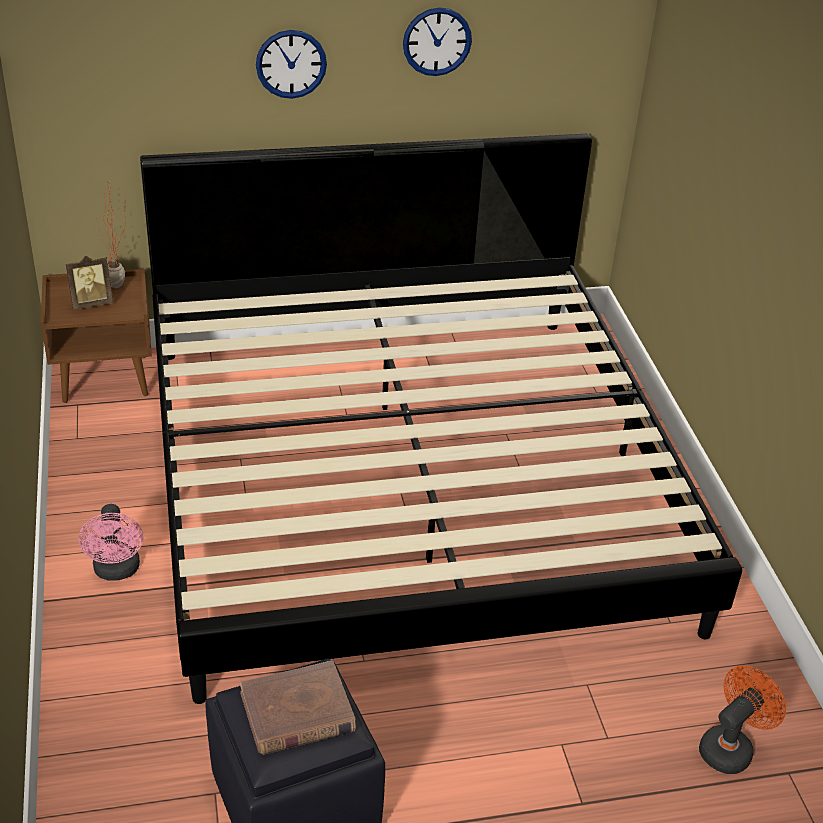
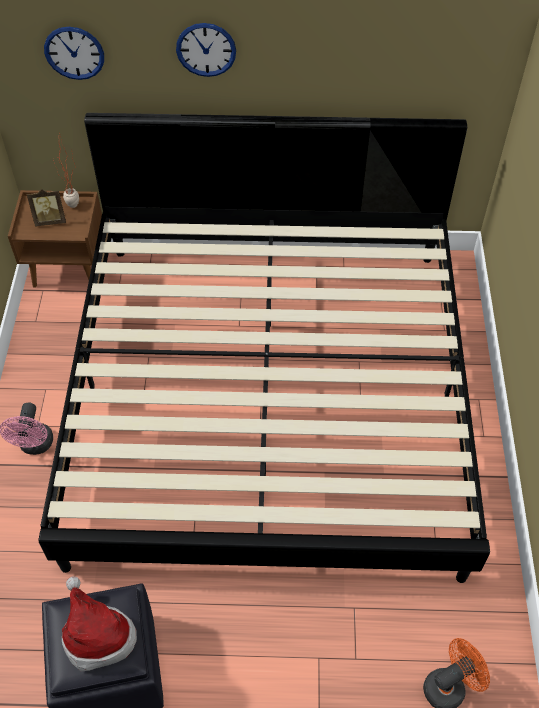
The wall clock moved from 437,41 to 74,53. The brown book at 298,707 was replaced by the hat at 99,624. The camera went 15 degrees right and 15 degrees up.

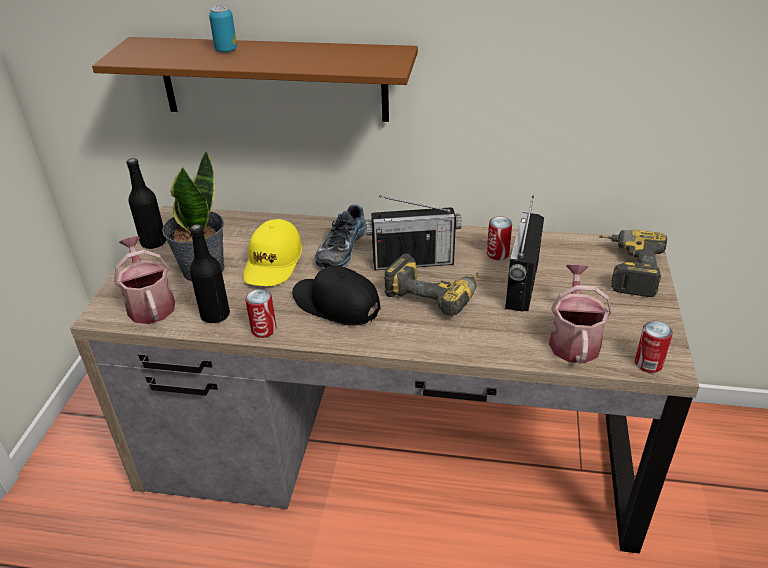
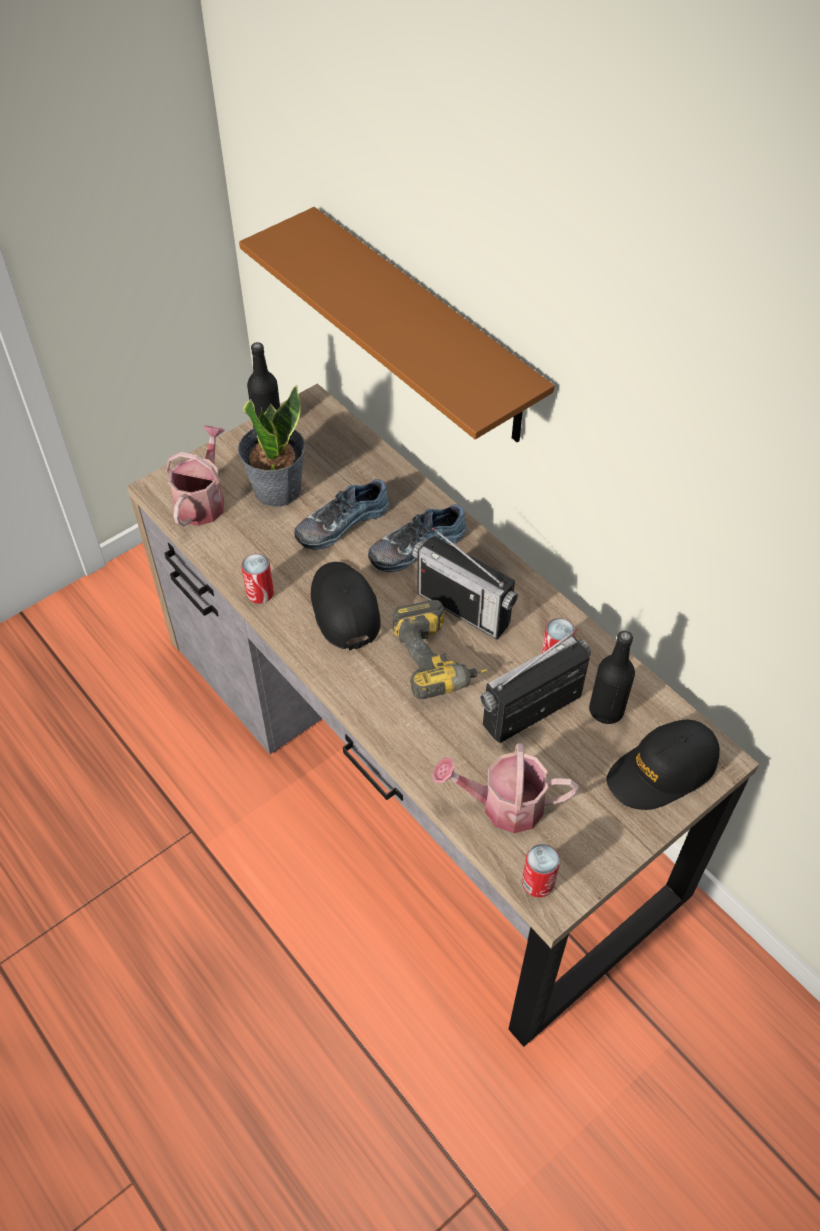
The can at 223,29 disappeared. The black bottle moved from 210,273 to 612,677. The yellow cap at 272,252 was replaced by the shoe at 341,514. The power drill at 632,263 was replaced by the black cap at 663,765. The watering can at 580,314 turned 135 degrees counterclockwise. The camera went 40 degrees right and 15 degrees up.

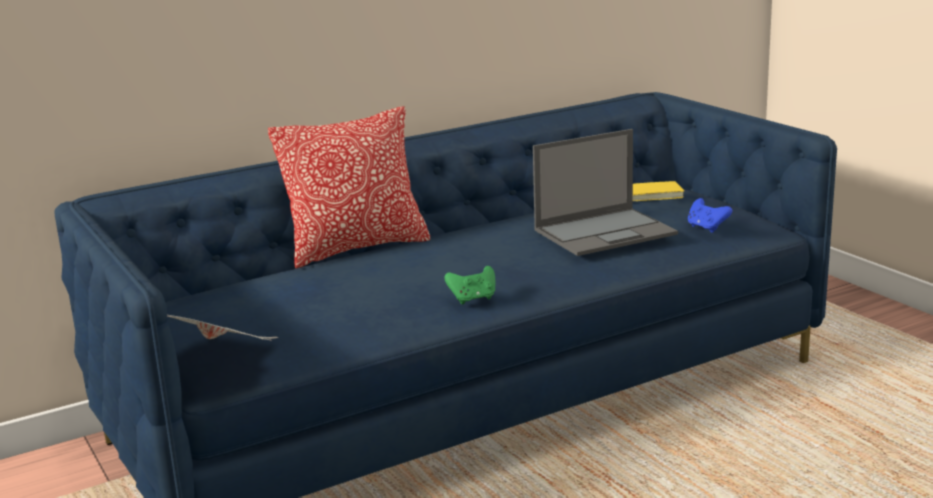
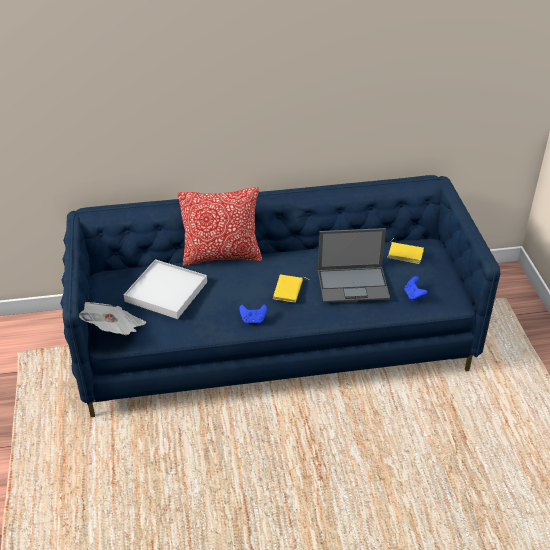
The white tray at 165,289 appeared. The yellow book at 291,289 appeared. The green game controller at 469,285 became the blue game controller at 253,313. The camera went 20 degrees right and 20 degrees up.

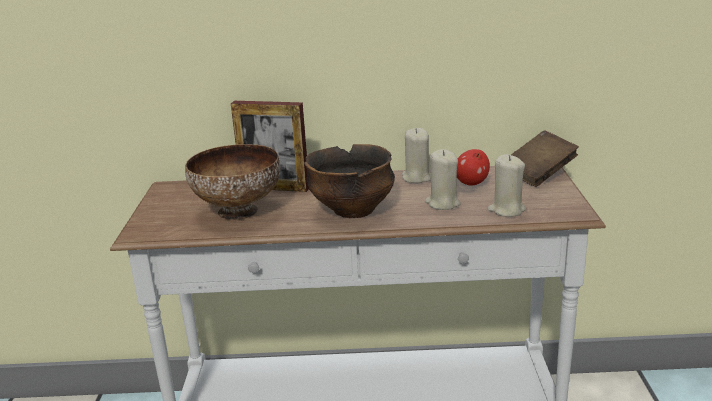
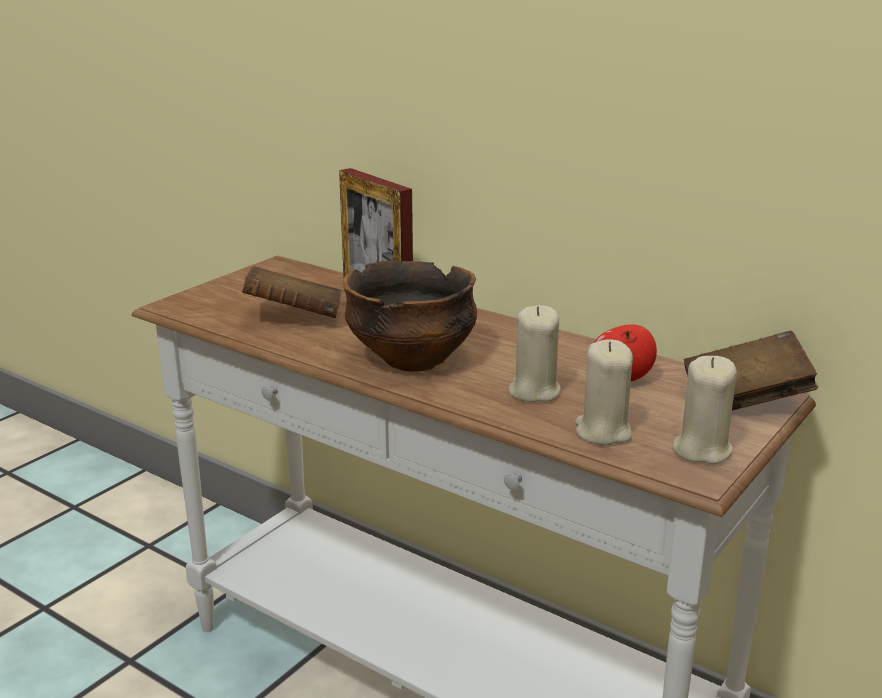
The beige candle moved from 416,155 to 705,410. The bowl at 232,182 was replaced by the brown book at 291,292. The camera went 35 degrees right and 0 degrees up.

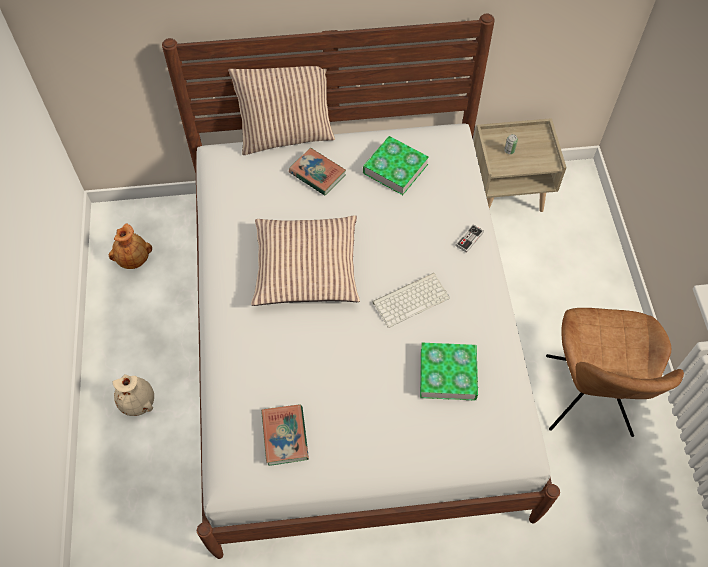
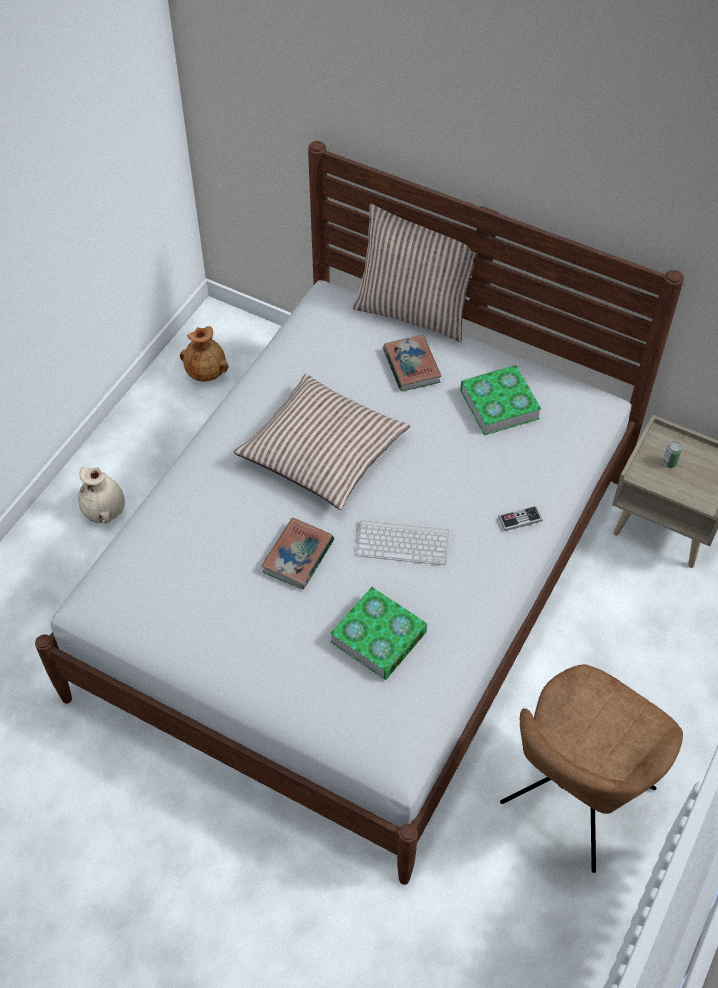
The book moved from 285,435 to 297,553. The camera went 35 degrees right and 5 degrees down.

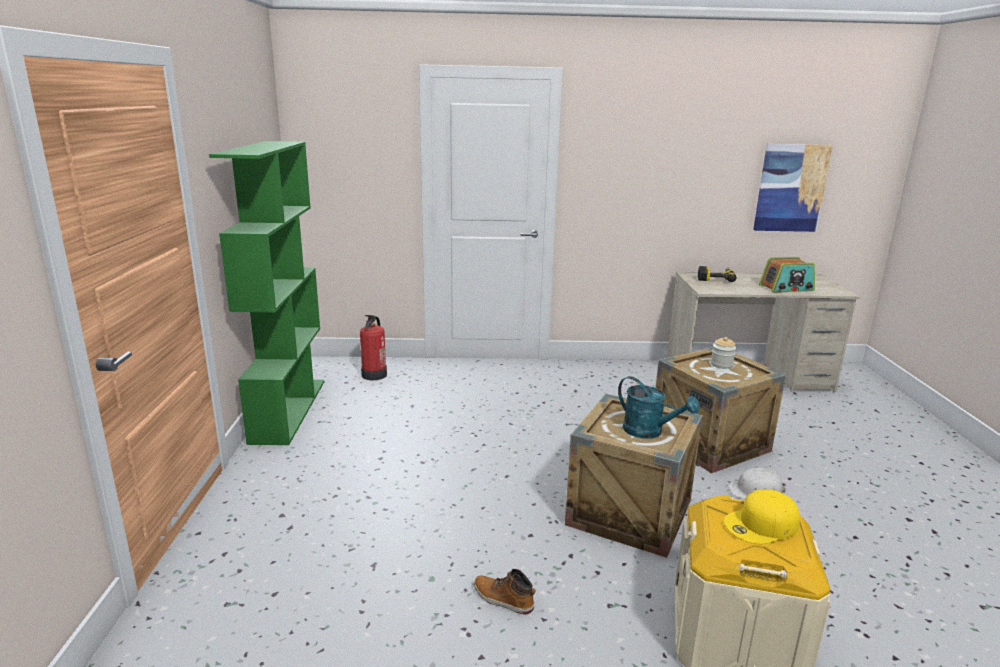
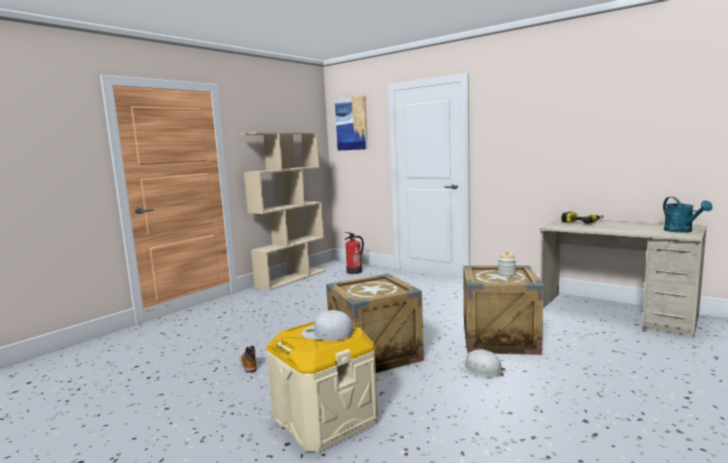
The radio at 787,275 disappeared. The turquoise watering can moved from 659,407 to 687,215. The picture moved from 793,188 to 351,123. The green bookcase at 266,293 became the beige bookcase at 283,211. The yellow cap at 762,516 became the white cap at 327,325. The camera went 40 degrees right and 10 degrees down.

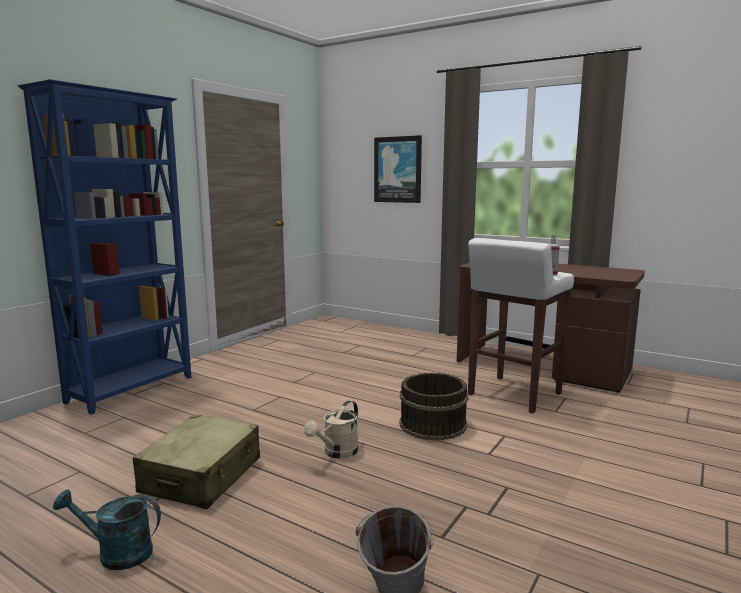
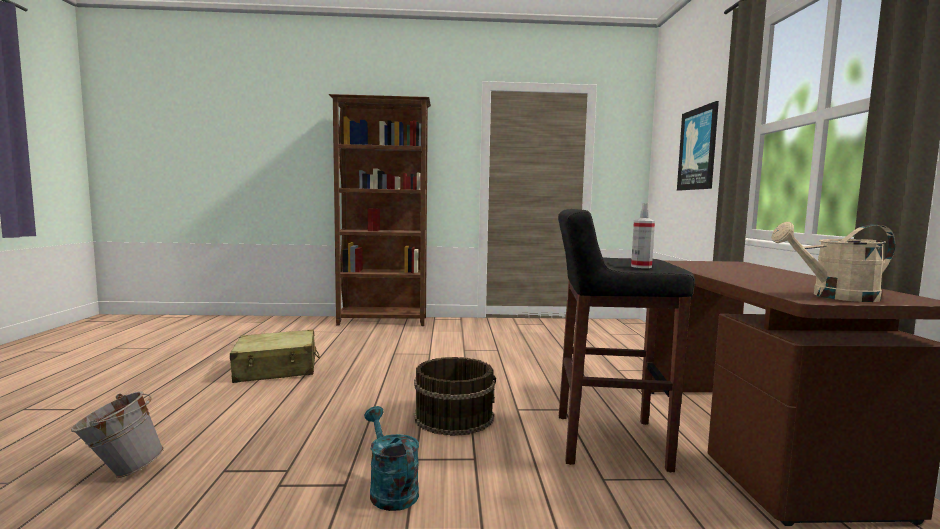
The turquoise watering can moved from 107,529 to 391,458. The beige watering can moved from 331,429 to 833,262. The blue bookcase at 104,247 became the brown bookcase at 380,210. The white stool at 521,325 became the black stool at 626,340. The camera went 55 degrees right and 5 degrees down.

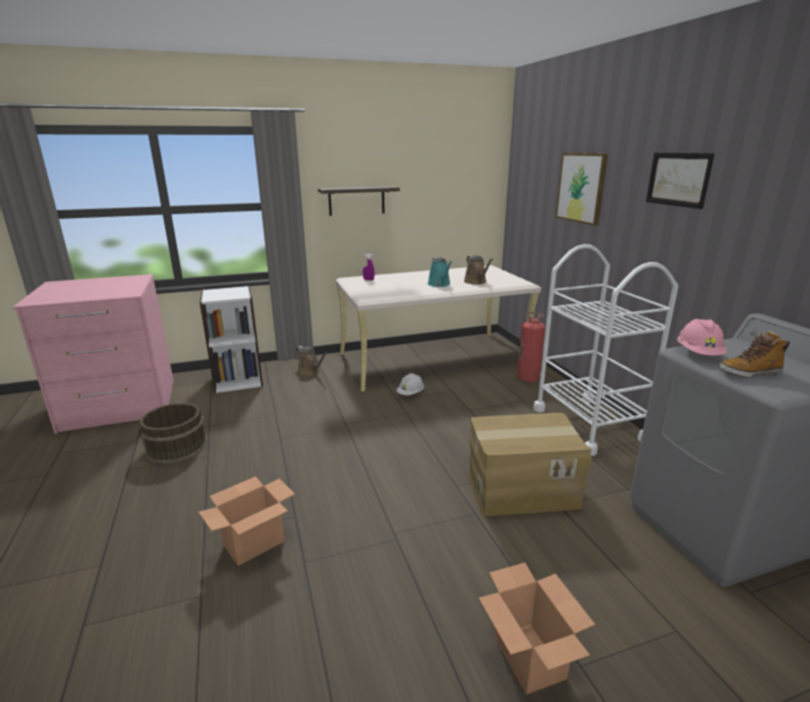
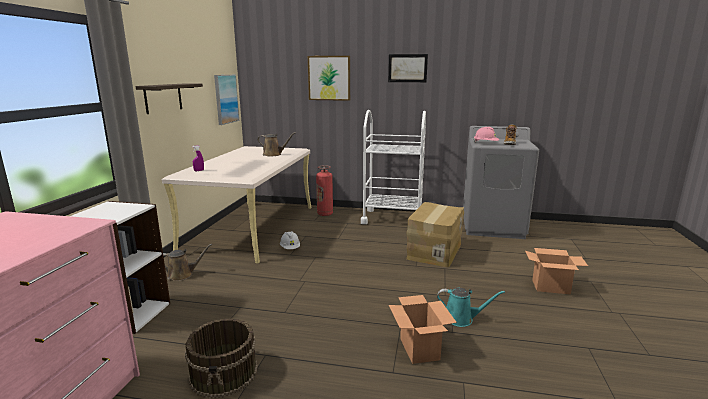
The picture at 226,100 appeared. The turquoise watering can moved from 440,272 to 471,307. The camera went 60 degrees left and 5 degrees down.

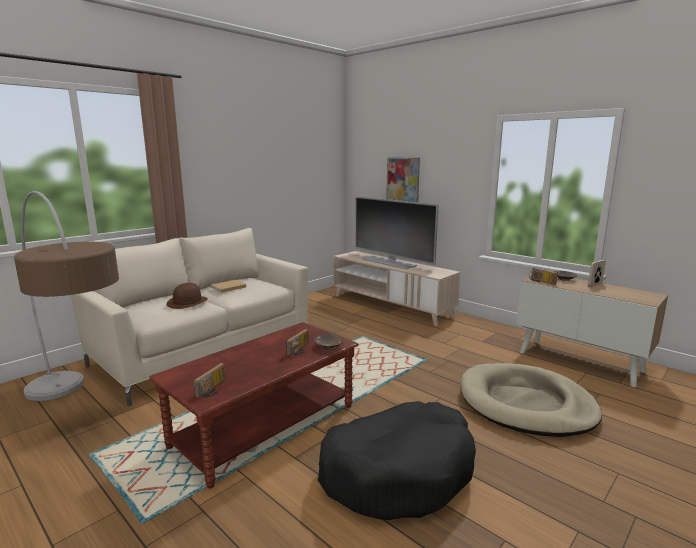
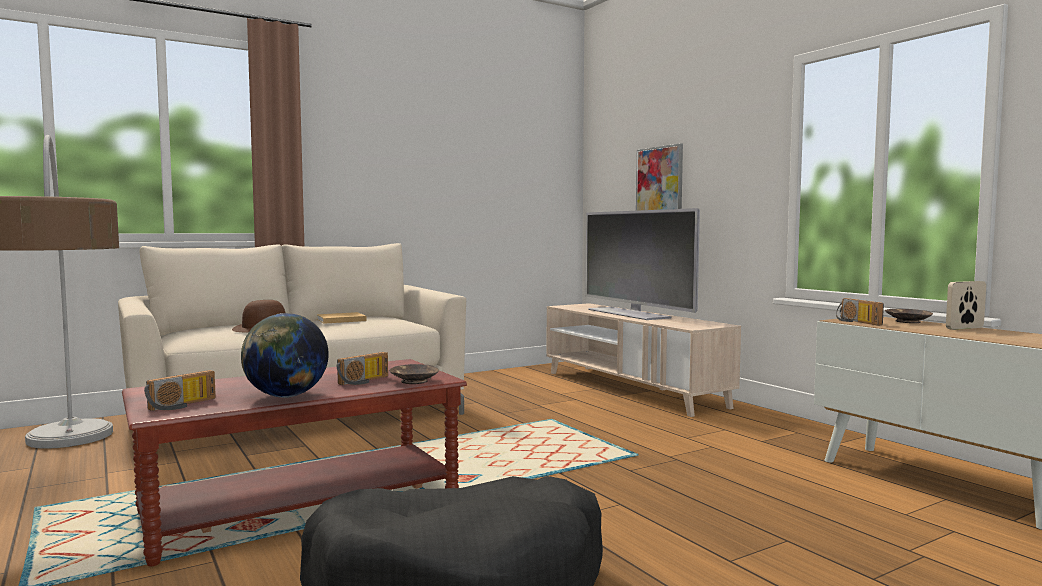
The beige dog bed at 531,400 disappeared. The globe at 285,355 appeared. The camera went 15 degrees right and 10 degrees down.

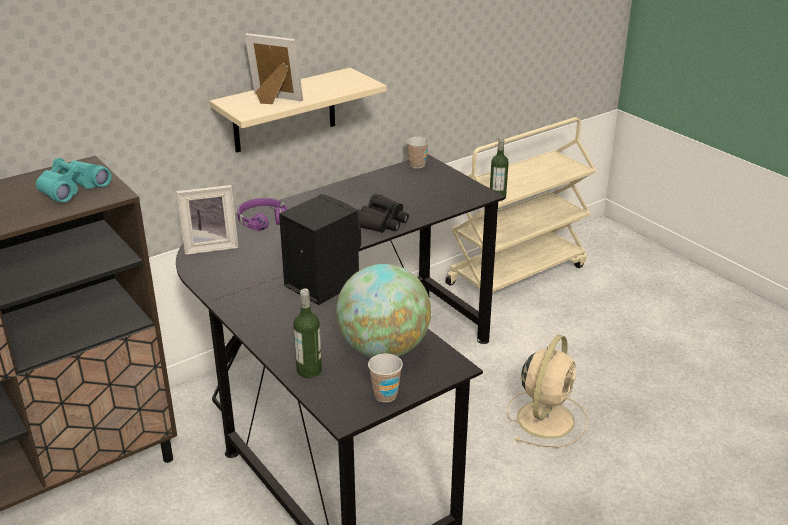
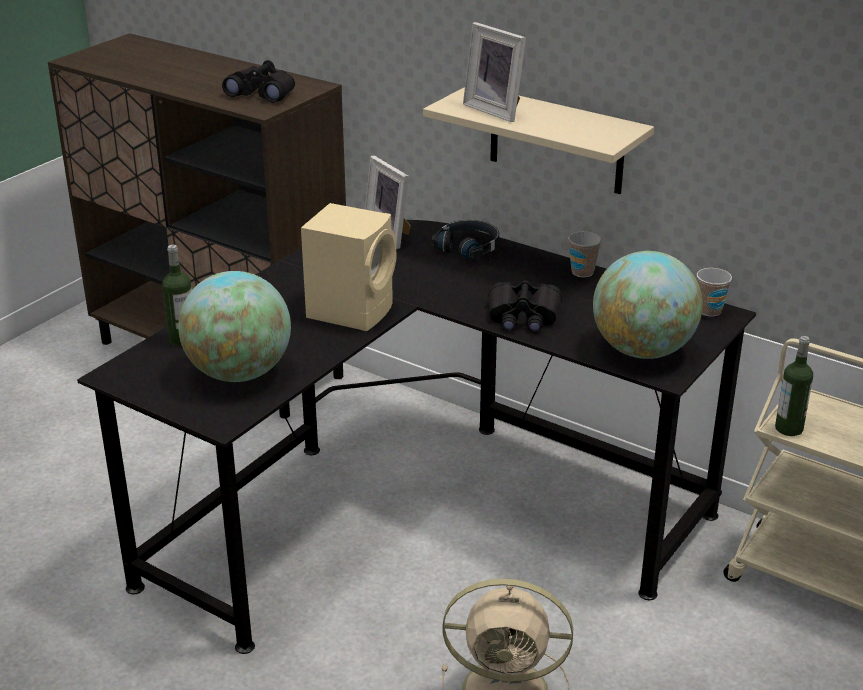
The globe at 647,305 appeared. The cup moved from 385,378 to 585,254. The turquoise binoculars at 74,180 became the black binoculars at 258,81. The purple headphones at 262,214 became the black headphones at 465,239. The black speaker at 320,249 became the beige speaker at 348,267. The picture frame at 274,68 turned 135 degrees clockwise. The camera went 70 degrees right and 0 degrees up.

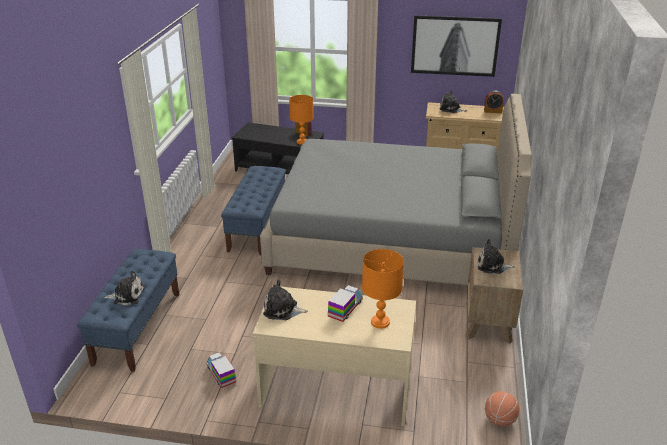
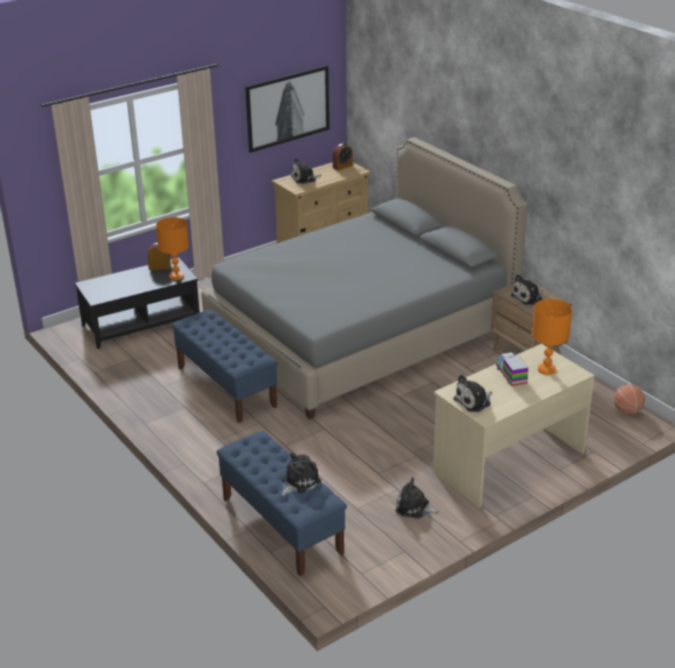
The toy truck at 221,370 was replaced by the plush toy at 417,498. The camera went 45 degrees left and 0 degrees up.

